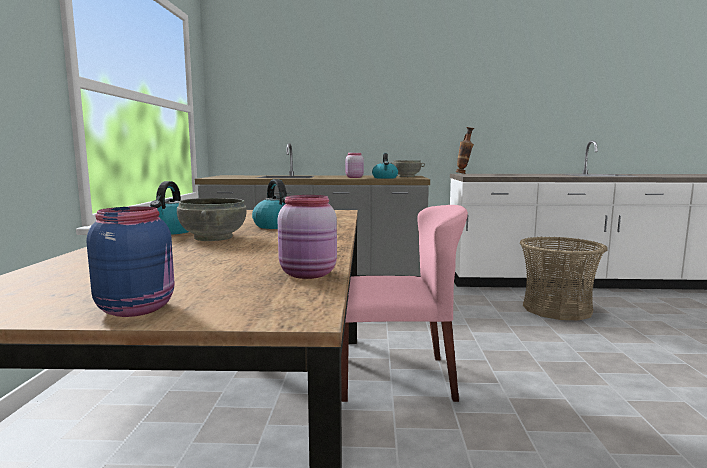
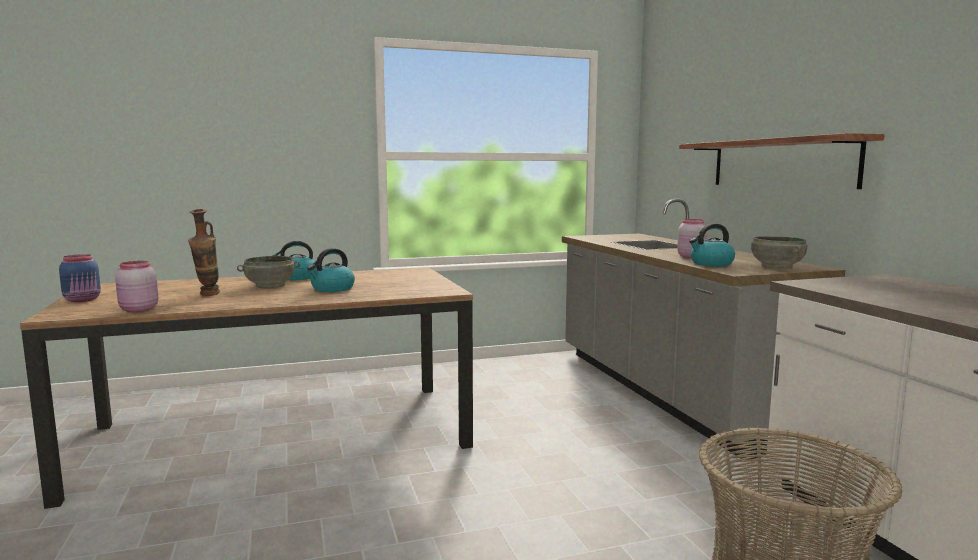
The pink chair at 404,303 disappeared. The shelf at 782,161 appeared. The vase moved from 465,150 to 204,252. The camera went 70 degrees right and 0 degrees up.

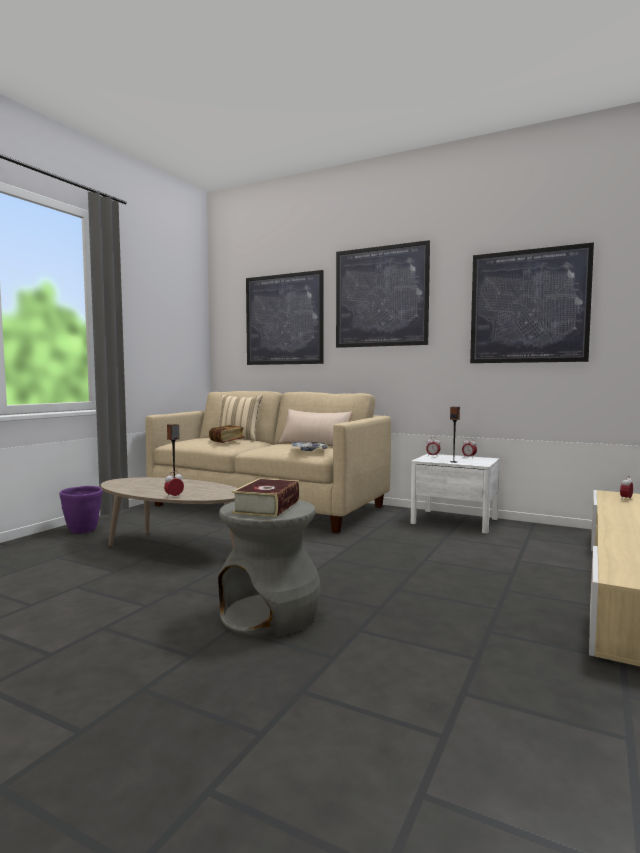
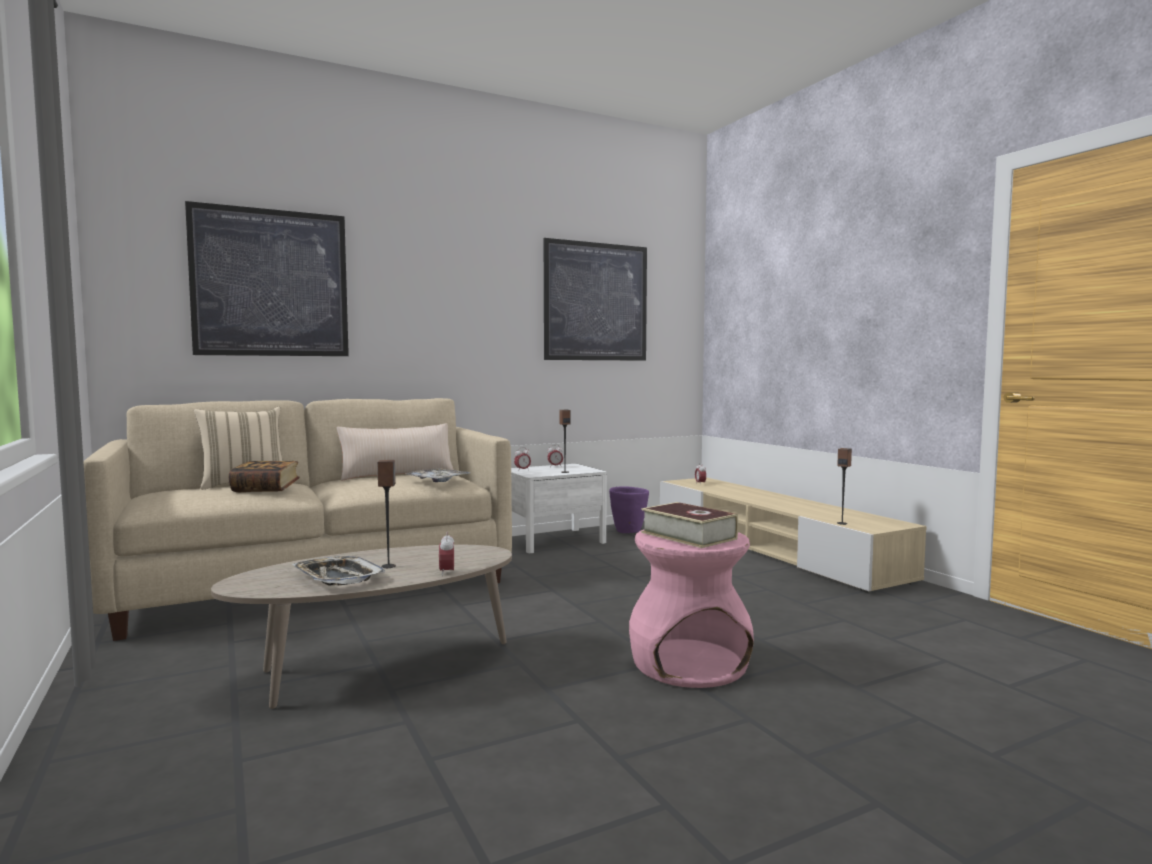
The picture at 383,294 disappeared. The tray at 339,571 appeared. The speaker at 844,486 appeared. The purple planter moved from 81,510 to 629,509. The grey stool at 269,568 became the pink stool at 691,609. The camera went 55 degrees left and 0 degrees up.

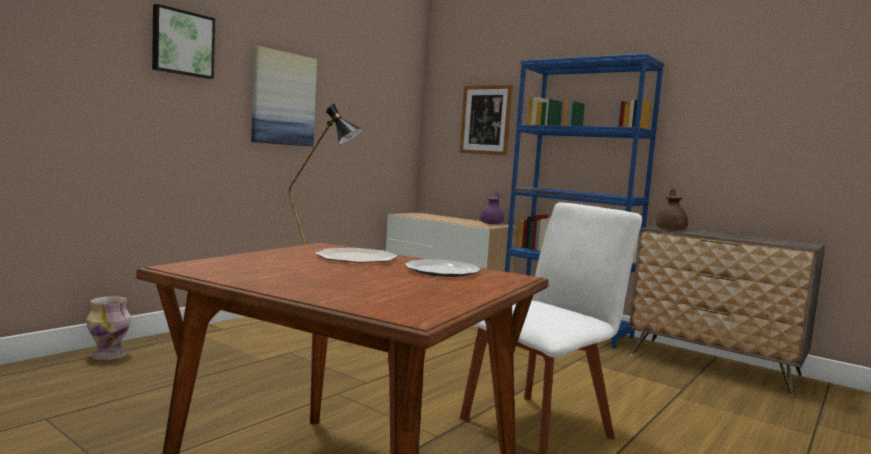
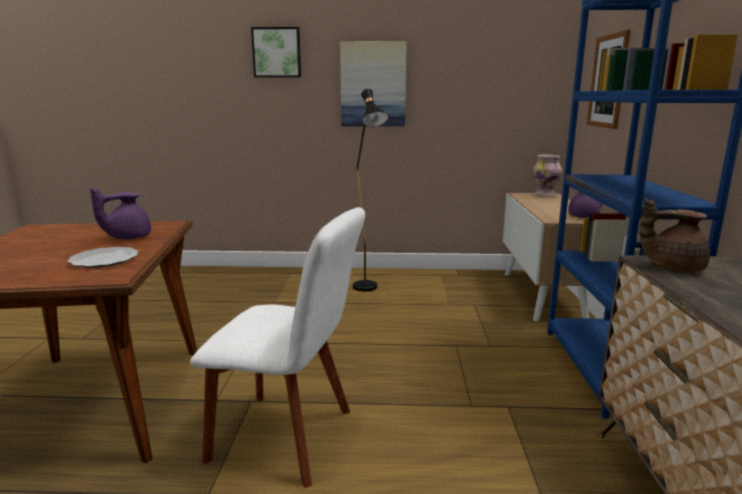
The vase moved from 108,328 to 547,176. The plate at 357,255 was replaced by the purple teapot at 120,213. The brown teapot at 672,209 turned 150 degrees counterclockwise. The camera went 55 degrees right and 10 degrees up.

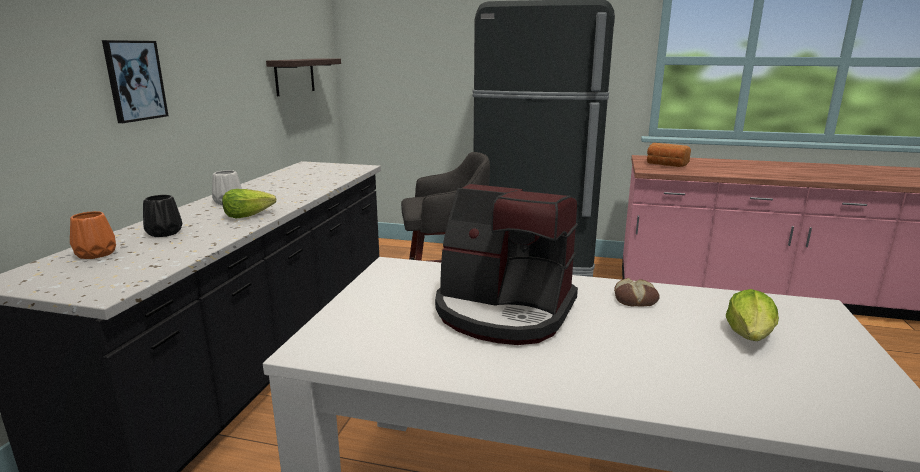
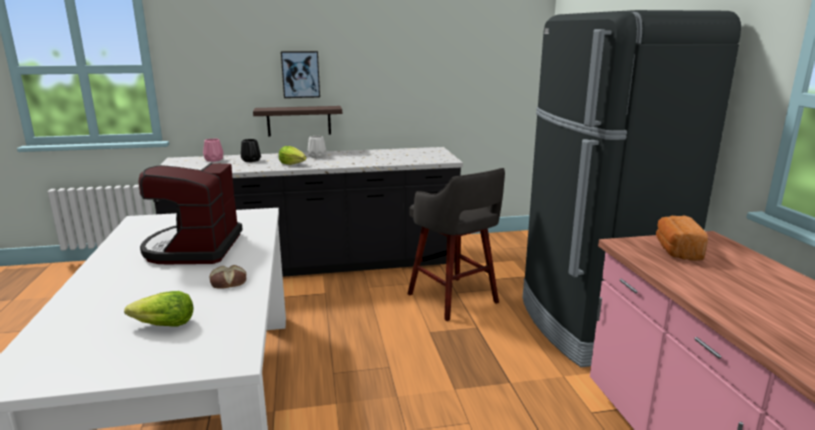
The shelf moved from 303,77 to 297,121. The orange vase at 93,235 became the pink vase at 213,150. The camera went 65 degrees right and 0 degrees up.

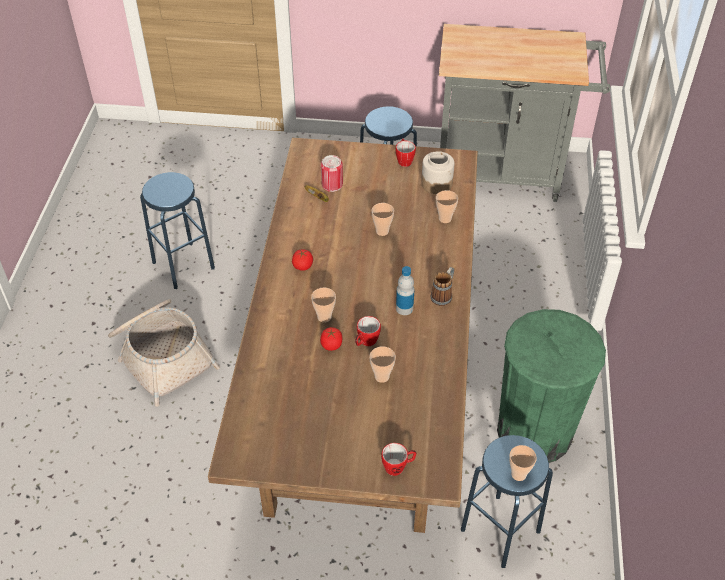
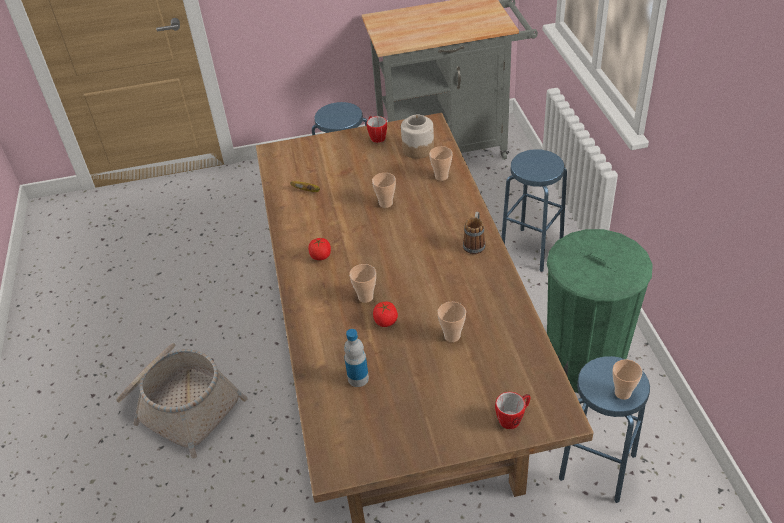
The can at 332,173 disappeared. The mug at 368,331 disappeared. The blue stool moved from 177,230 to 534,210. The bottle moved from 405,290 to 356,358. The camera went 15 degrees left and 5 degrees down.

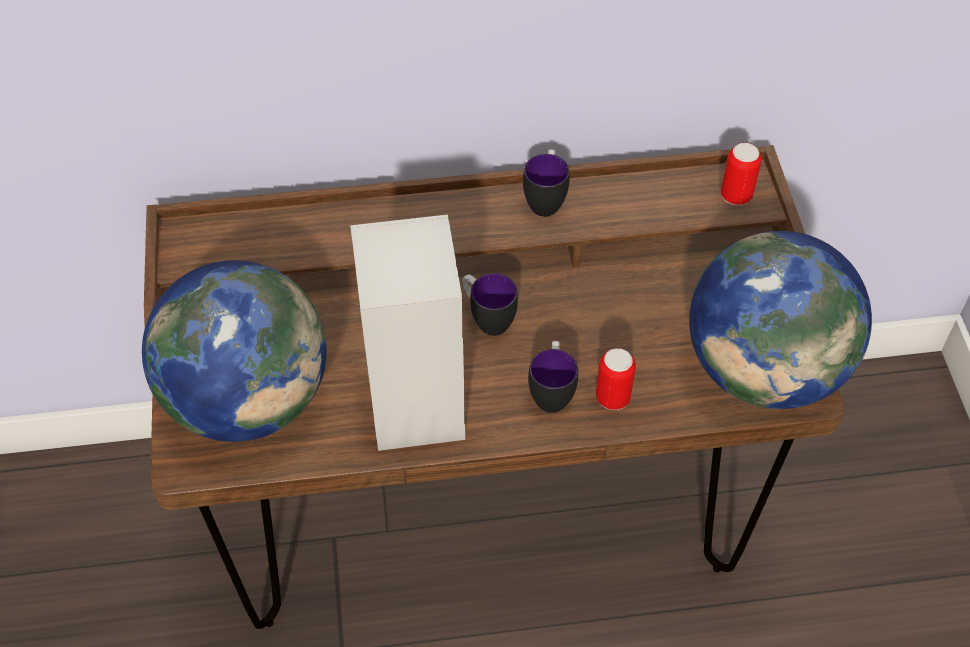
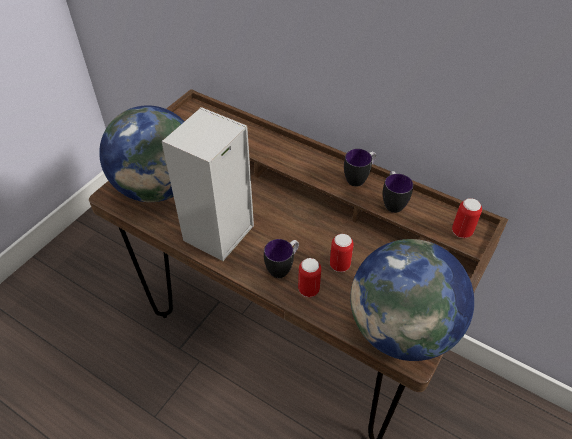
The can at 342,253 appeared. The mug moved from 490,304 to 398,192. The camera went 40 degrees right and 5 degrees down.

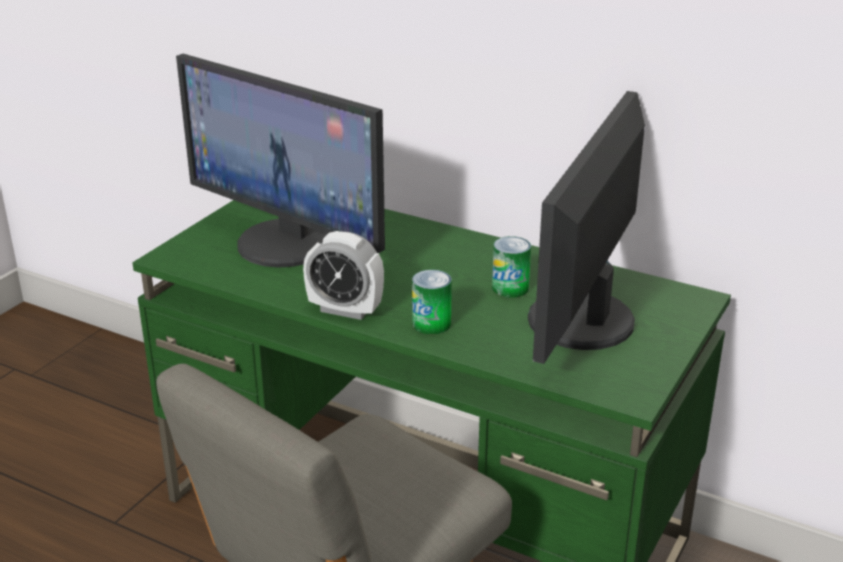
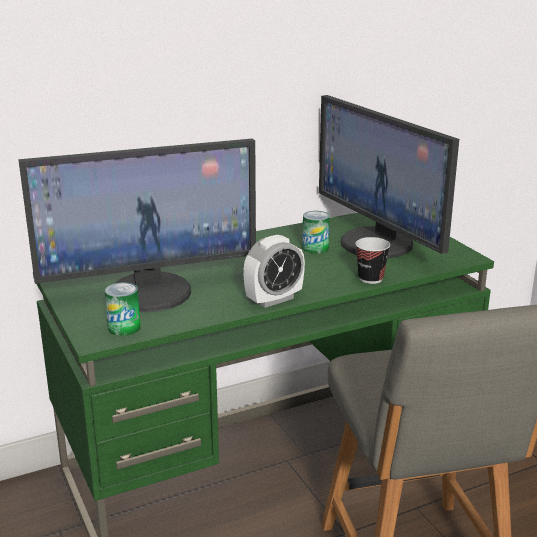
The cup at 372,260 appeared. The can moved from 432,302 to 123,309. The camera went 55 degrees left and 5 degrees down.

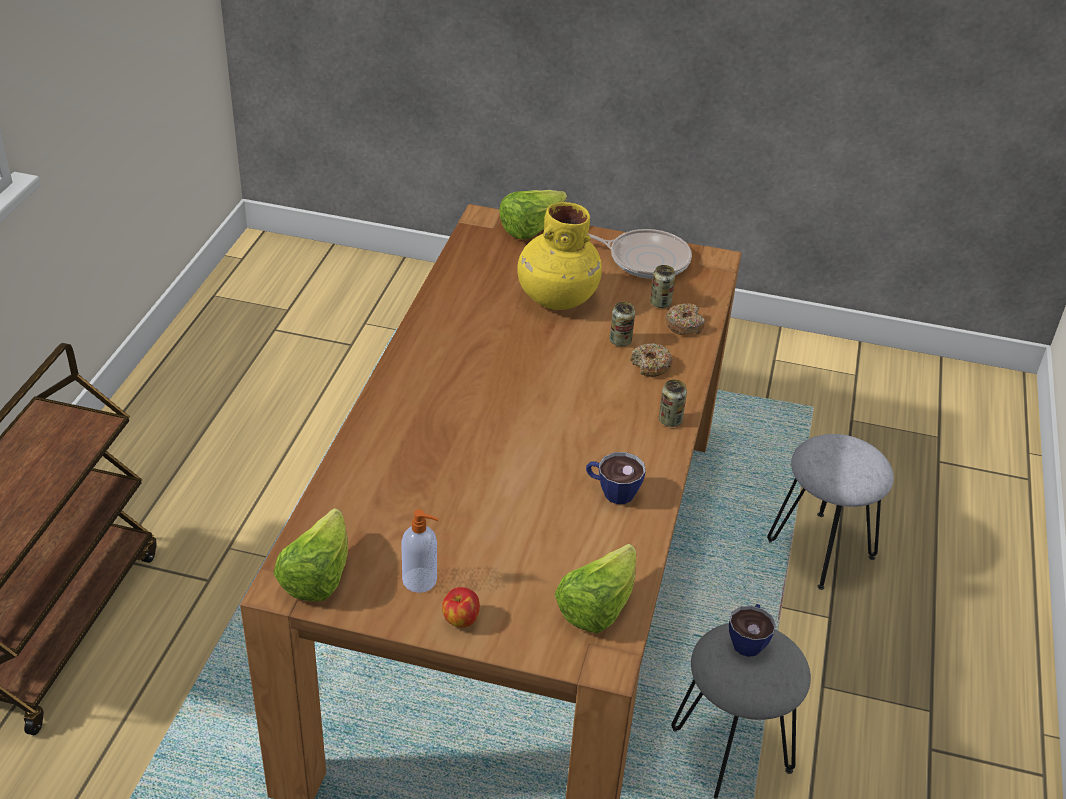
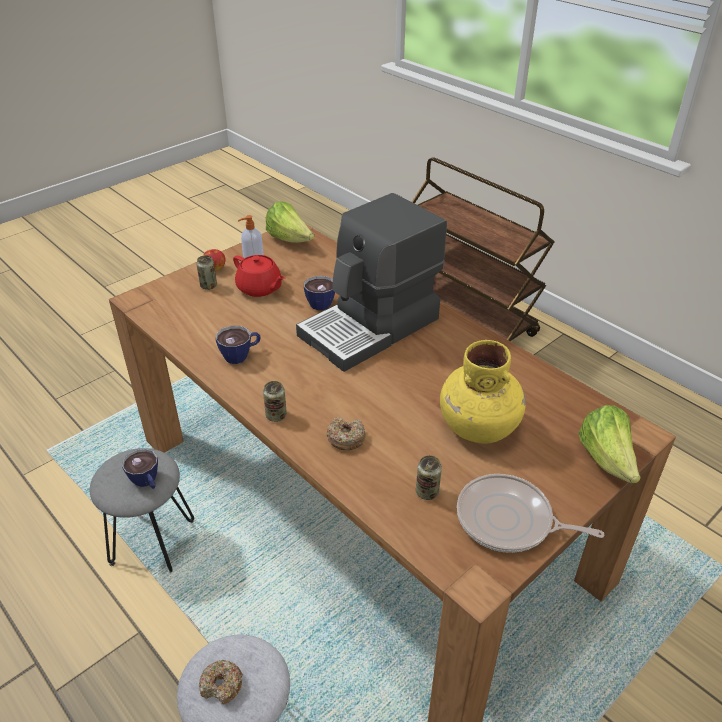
The lettuce at 595,588 disappeared. The red teapot at 259,276 appeared. The coffee machine at 371,282 appeared. The cup at 319,293 appeared. The can moved from 622,324 to 206,272. The donut moved from 685,319 to 221,682. The frying pan at 640,254 turned 60 degrees clockwise. The camera went 125 degrees right and 0 degrees up.

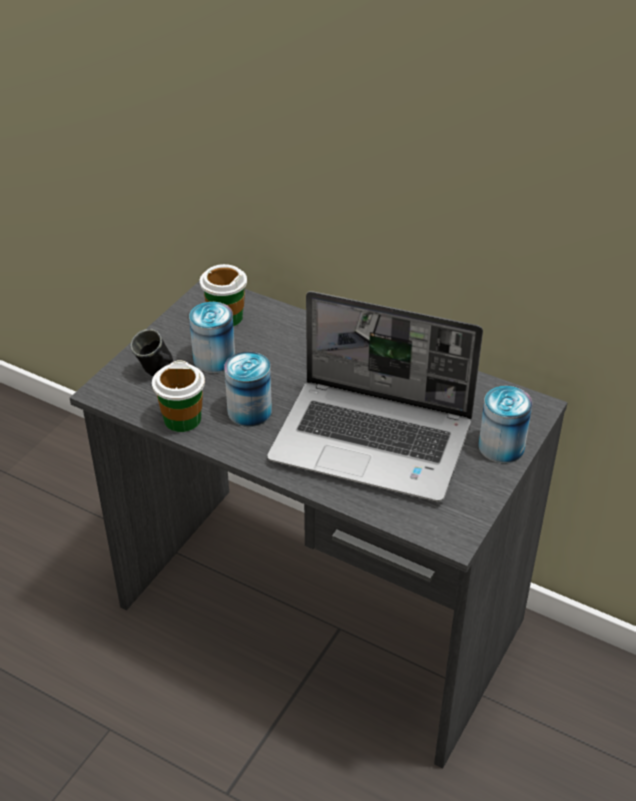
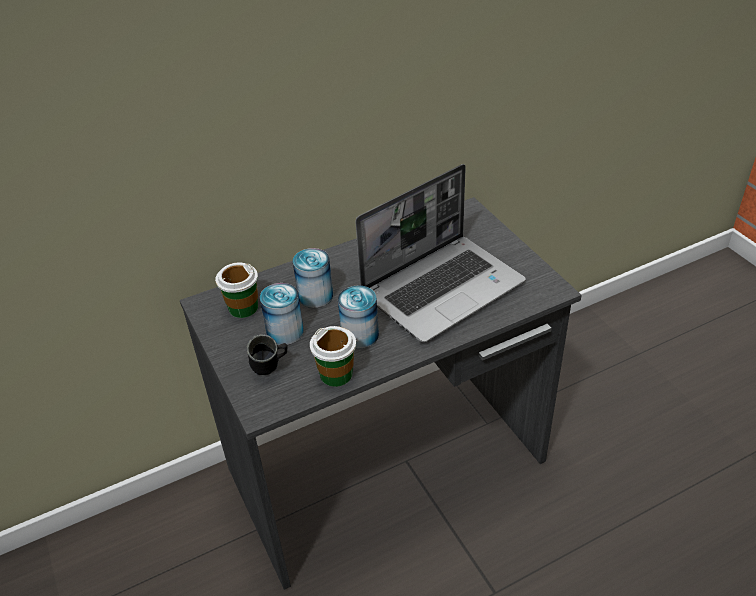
The can moved from 505,424 to 313,278. The camera went 55 degrees left and 0 degrees up.

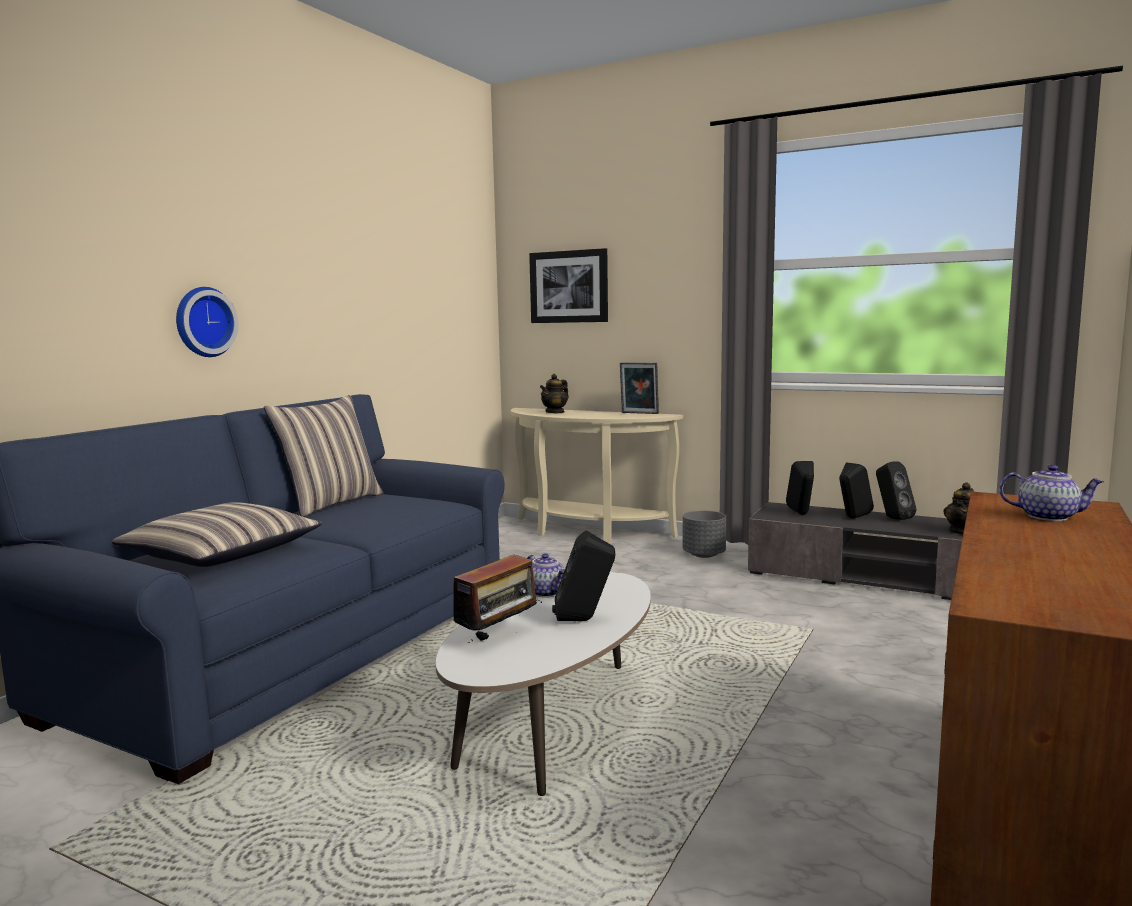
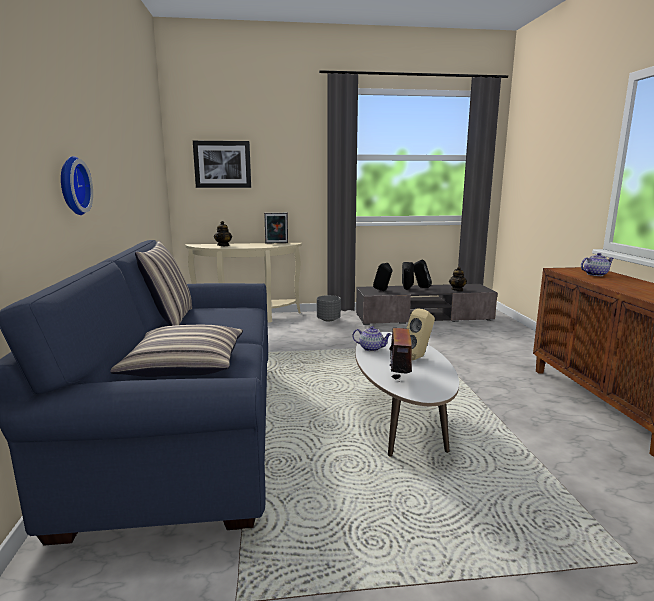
The black speaker at 583,575 became the beige speaker at 420,334. The camera went 35 degrees left and 5 degrees up.

